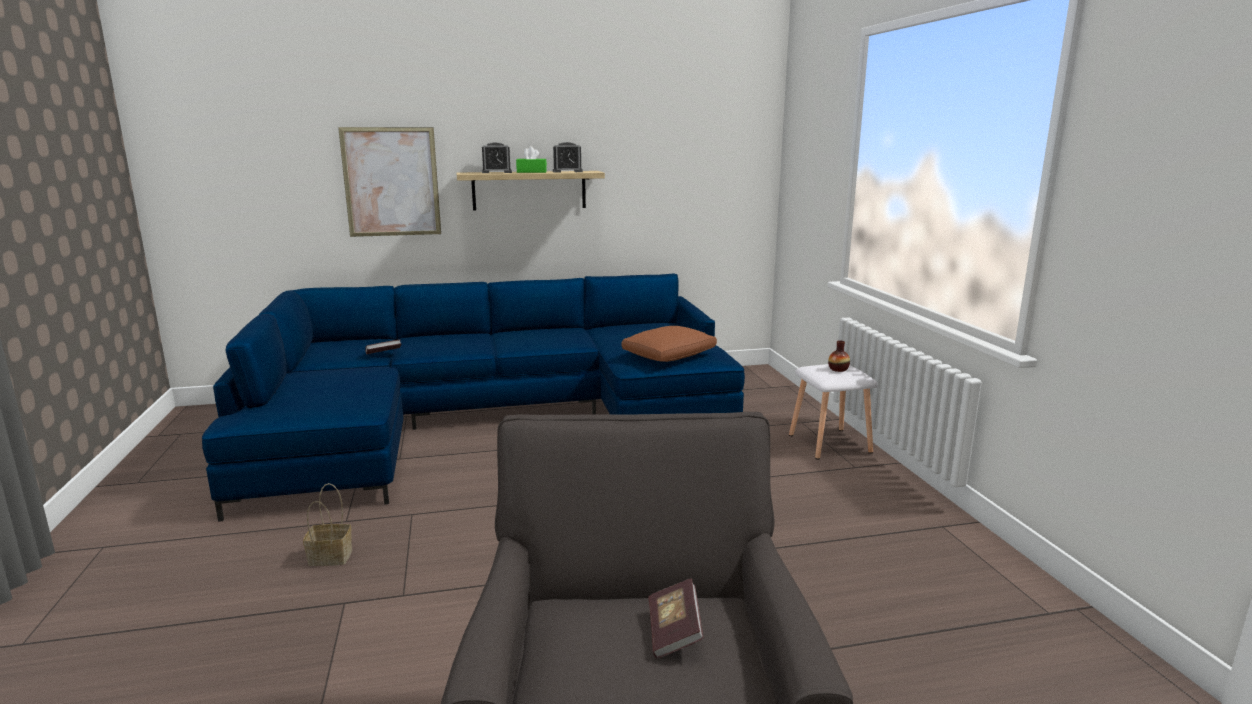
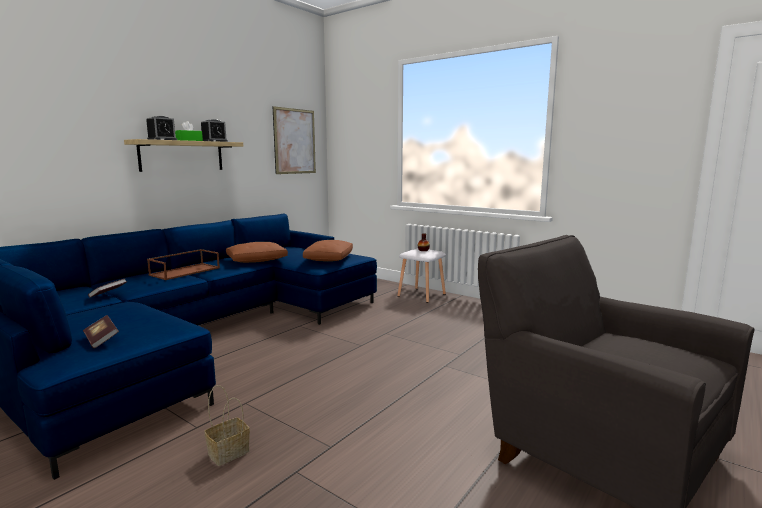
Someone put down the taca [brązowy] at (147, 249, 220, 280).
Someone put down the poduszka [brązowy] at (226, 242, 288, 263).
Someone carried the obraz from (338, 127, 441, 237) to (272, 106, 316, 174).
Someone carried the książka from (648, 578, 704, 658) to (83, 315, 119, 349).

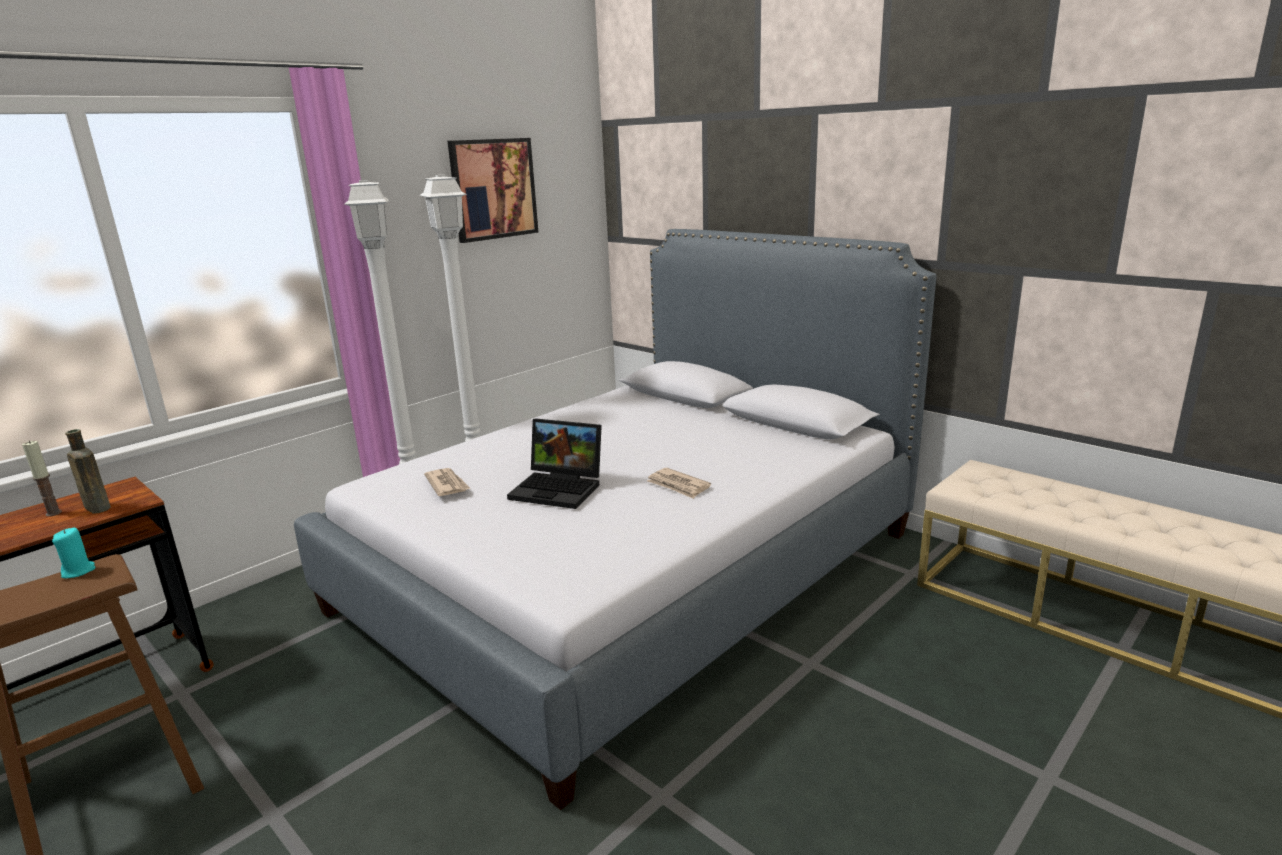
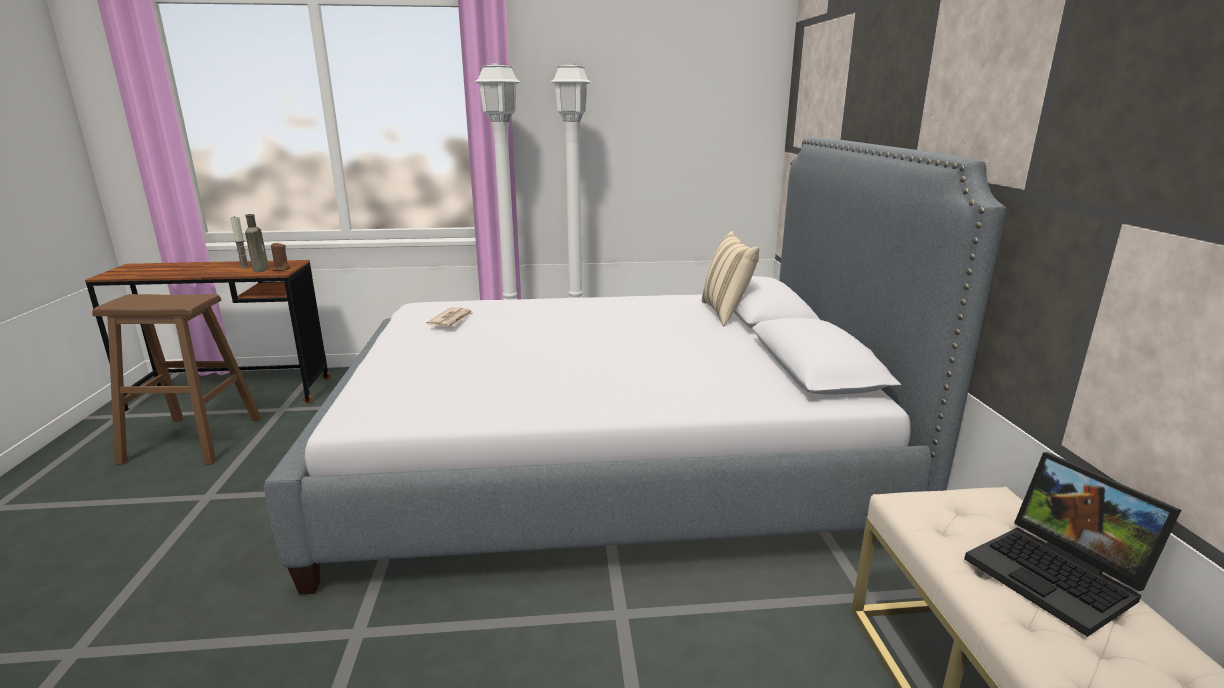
Someone took away the świeca [turkusowy] at (52, 528, 96, 578).
Someone took away the obraz at (447, 138, 538, 243).
Someone took away the gazeta at (647, 468, 711, 499).
Someone put down the świeca [brązowy] at (271, 243, 291, 271).
Someone put down the poduszka [beżowy] at (702, 231, 759, 326).
Someone carried the laptop from (507, 418, 602, 509) to (964, 452, 1181, 637).

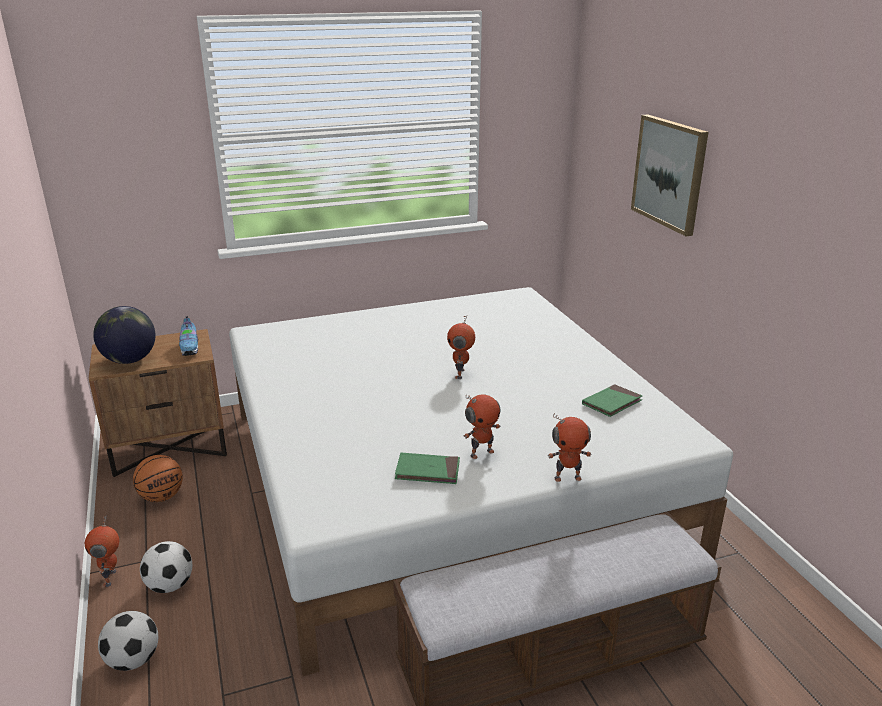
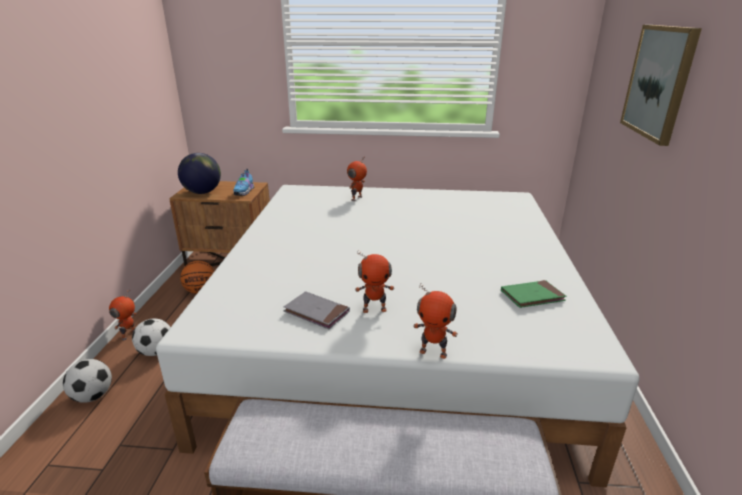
Someone carried the robot zabawkowy from (447, 316, 475, 379) to (347, 156, 367, 201).
Someone repainted the książka [zielony] at (395, 452, 460, 484), which became the książka [szary] at (284, 291, 350, 329).

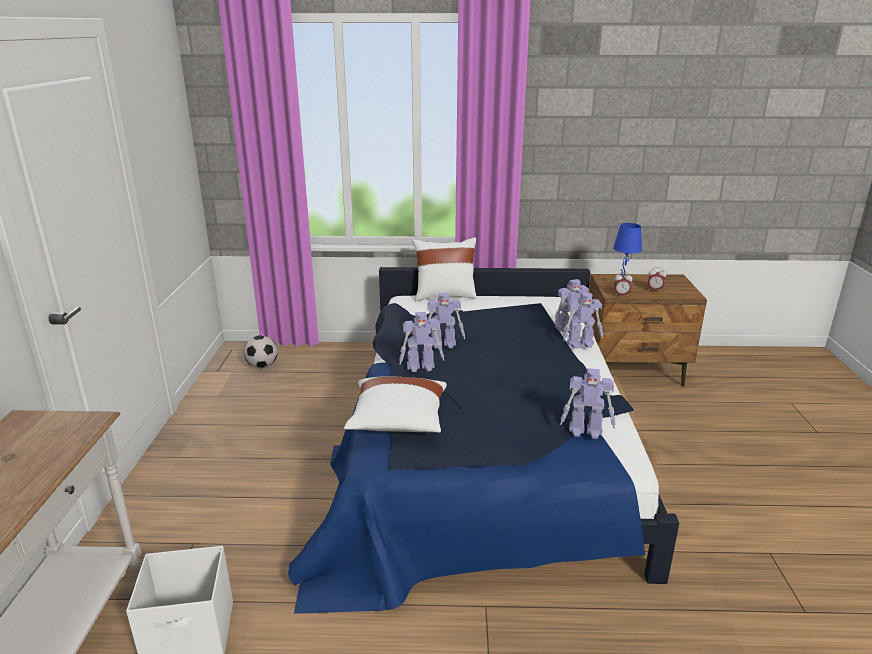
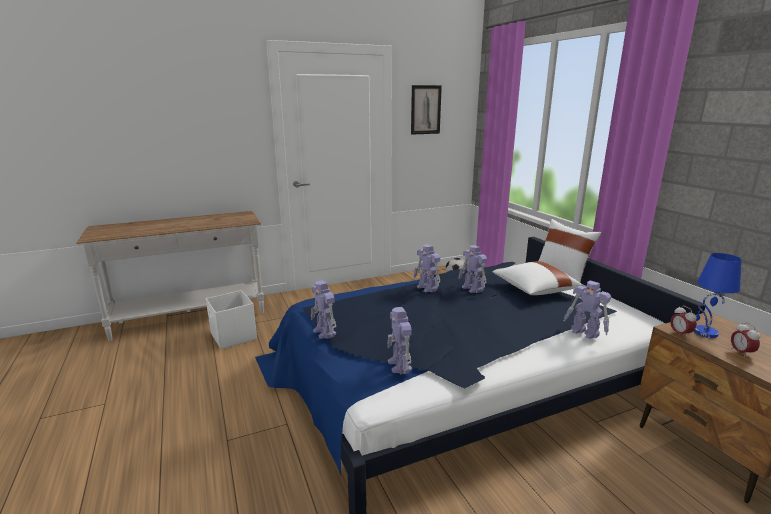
Someone put up the obraz at (411, 85, 442, 135).
Someone carried the poduszka [biały] from (344, 376, 447, 432) to (492, 261, 582, 295).
Someone carried the robot zabawkowy from (563, 293, 603, 349) to (311, 280, 336, 339).

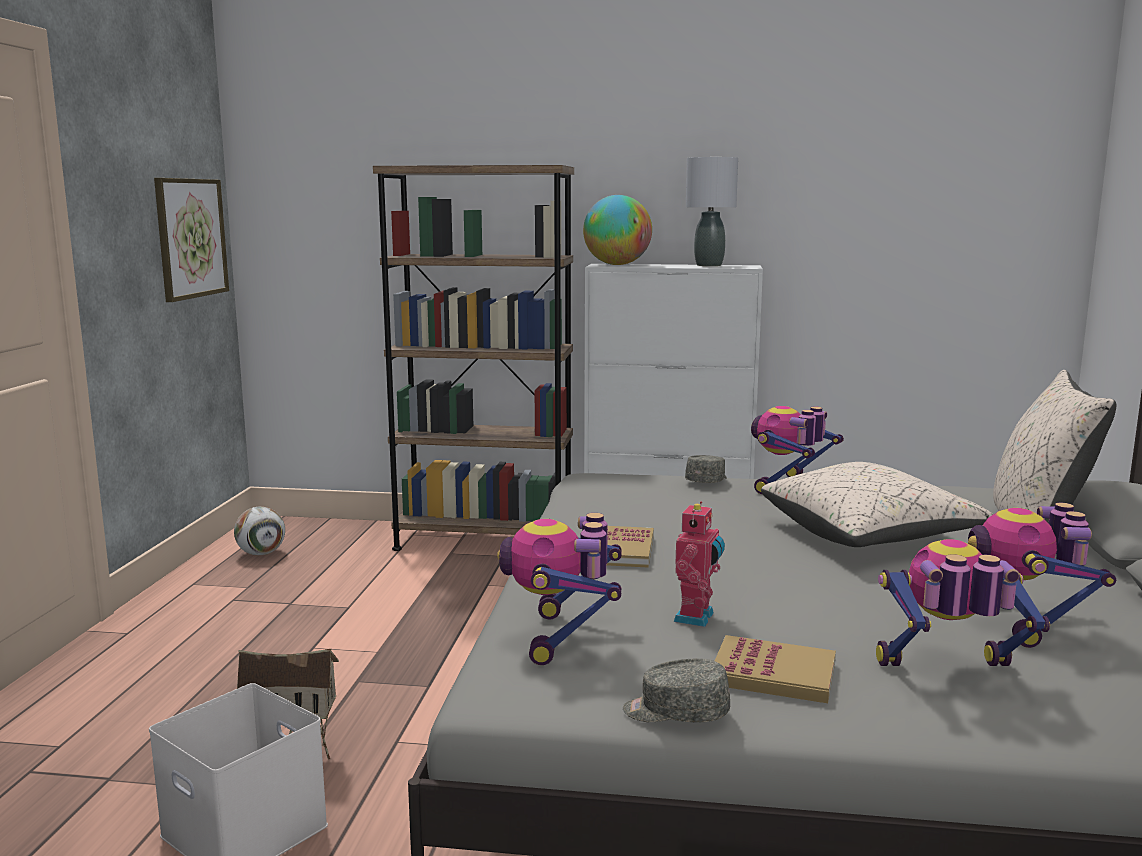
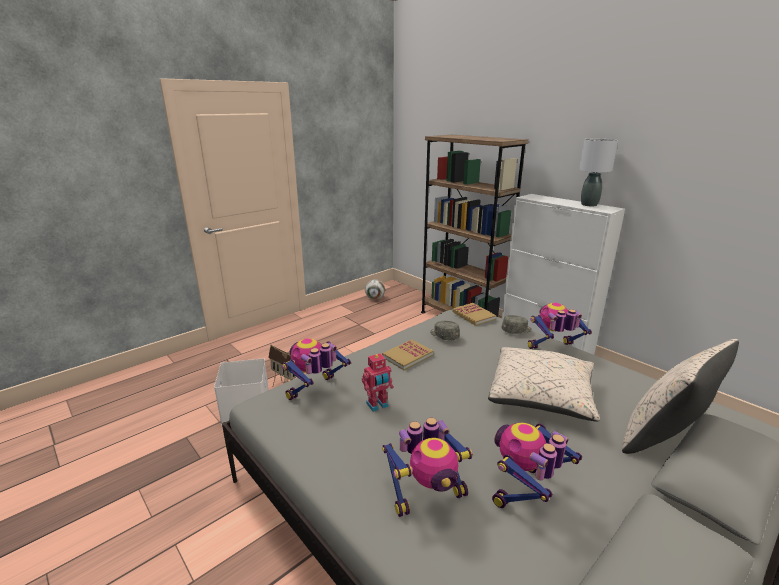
Someone took away the obraz at (154, 178, 229, 302).
Someone took away the globus at (583, 195, 652, 265).
Someone carried the czapka z daszkiem [szary] from (623, 659, 730, 722) to (430, 321, 460, 341).
Someone carried the książka from (715, 635, 836, 703) to (452, 303, 496, 326).
Someone rotated the robot zabawkowy at (876, 539, 1050, 666) by 120 degrees clockwise.

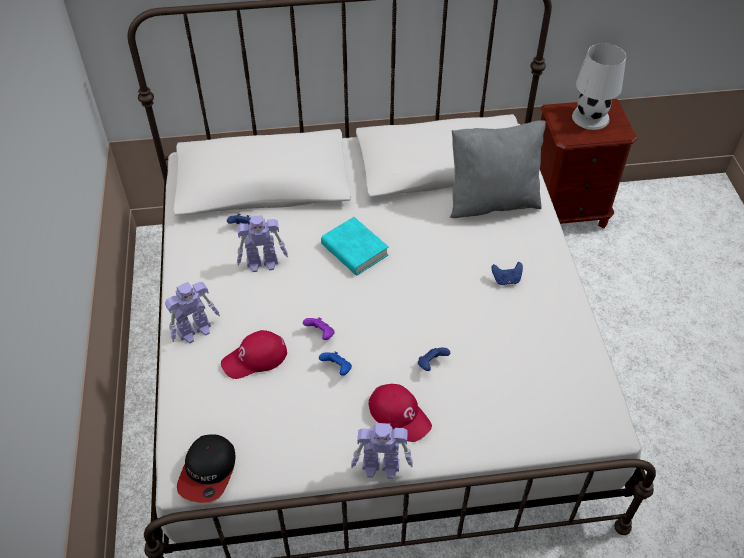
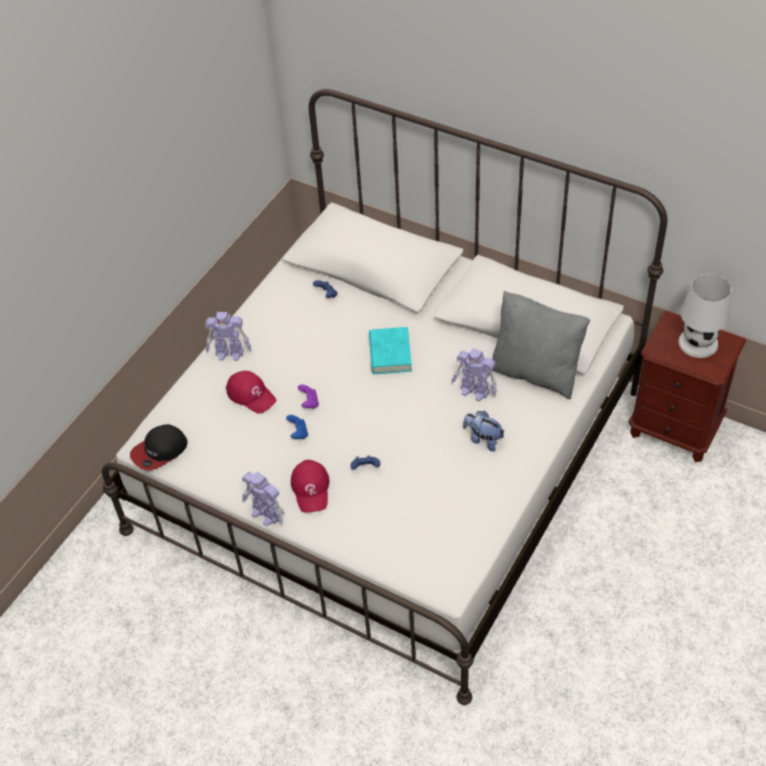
Someone carried the robot zabawkowy from (237, 215, 288, 272) to (452, 348, 497, 401).
Someone swapped the pad do gier [niebieski] at (492, 262, 523, 285) for the pluszak at (463, 411, 505, 451).
Someone rotated the czapka z daszkiem [czerwony] at (221, 330, 287, 379) by 150 degrees counterclockwise.

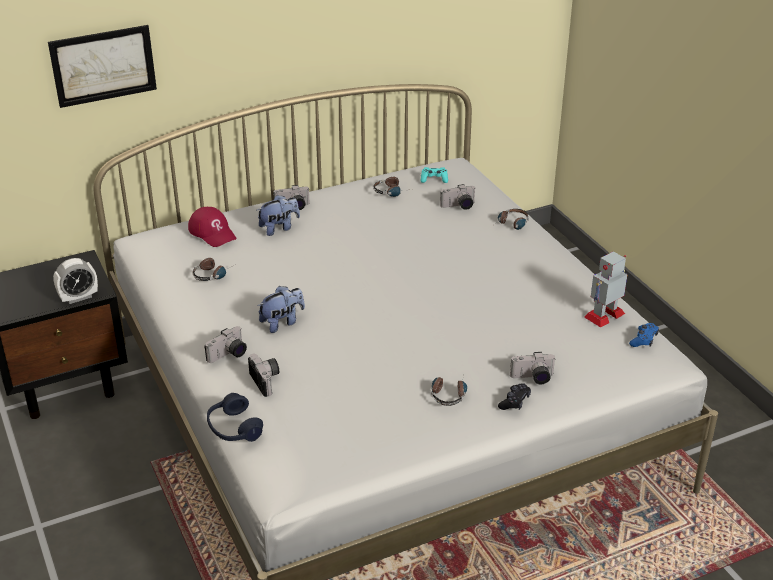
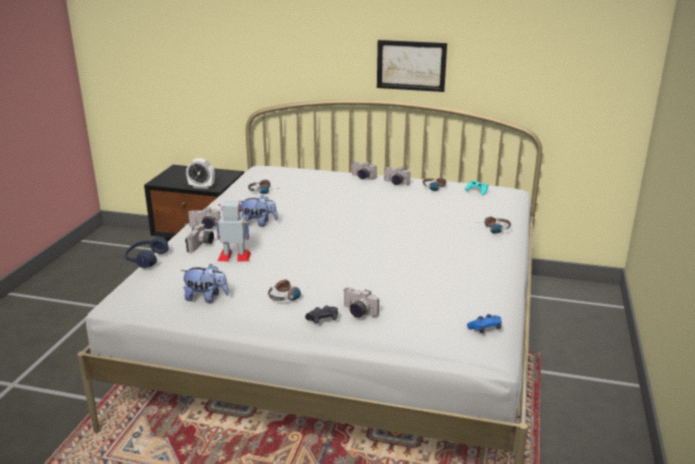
Someone took away the czapka z daszkiem [czerwony] at (188, 207, 236, 247).
Someone carried the obraz from (48, 25, 157, 108) to (377, 40, 447, 92).
Someone carried the pluszak from (257, 195, 300, 236) to (181, 264, 229, 303).
Someone carried the aparat fotograficzny from (440, 184, 475, 210) to (384, 167, 410, 185).
Someone carried the robot zabawkowy from (584, 251, 627, 327) to (215, 201, 251, 262).

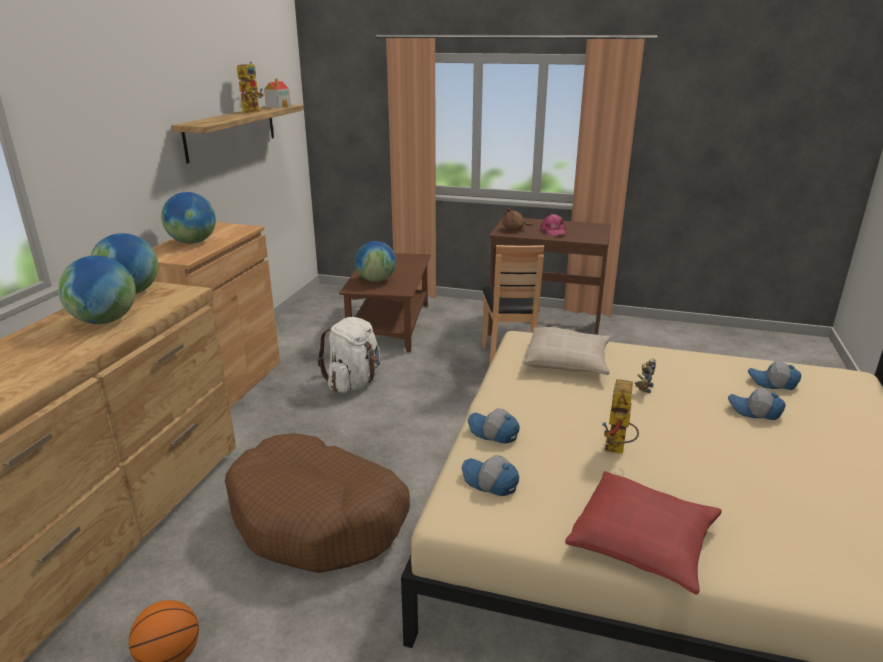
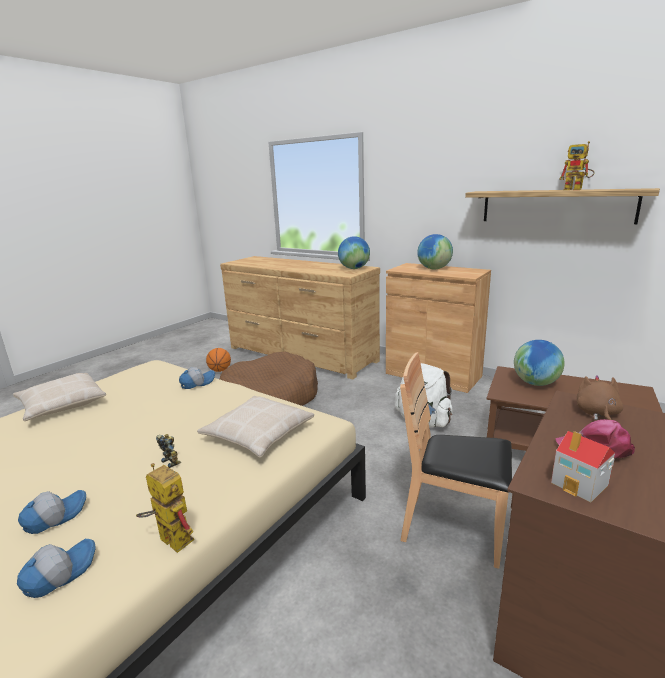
Someone took away the globus at (58, 256, 136, 324).
Someone took away the czapka z daszkiem at (462, 455, 519, 496).
Someone carried the domek from (264, 78, 291, 108) to (551, 431, 615, 503).
Someone carried the robot zabawkowy from (602, 379, 639, 454) to (136, 463, 194, 553).
Someone repainted the poduszka [czerwony] at (565, 471, 722, 595), which became the poduszka [beżowy] at (13, 373, 106, 421).

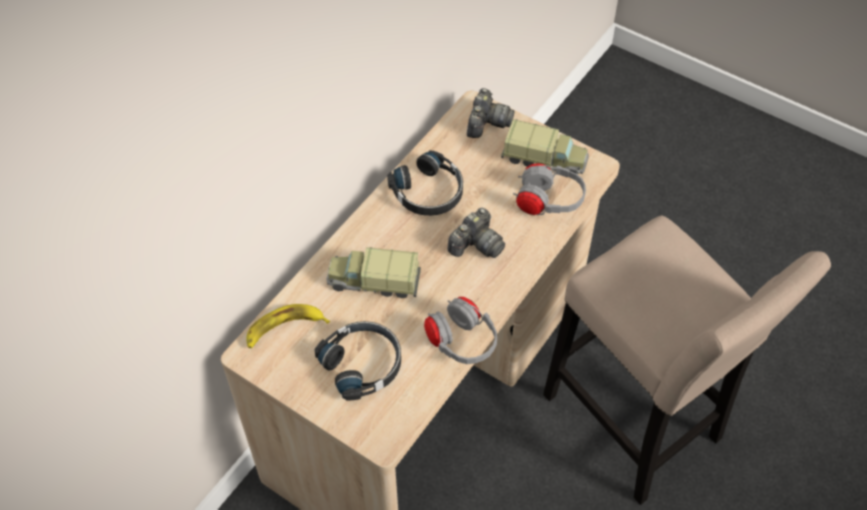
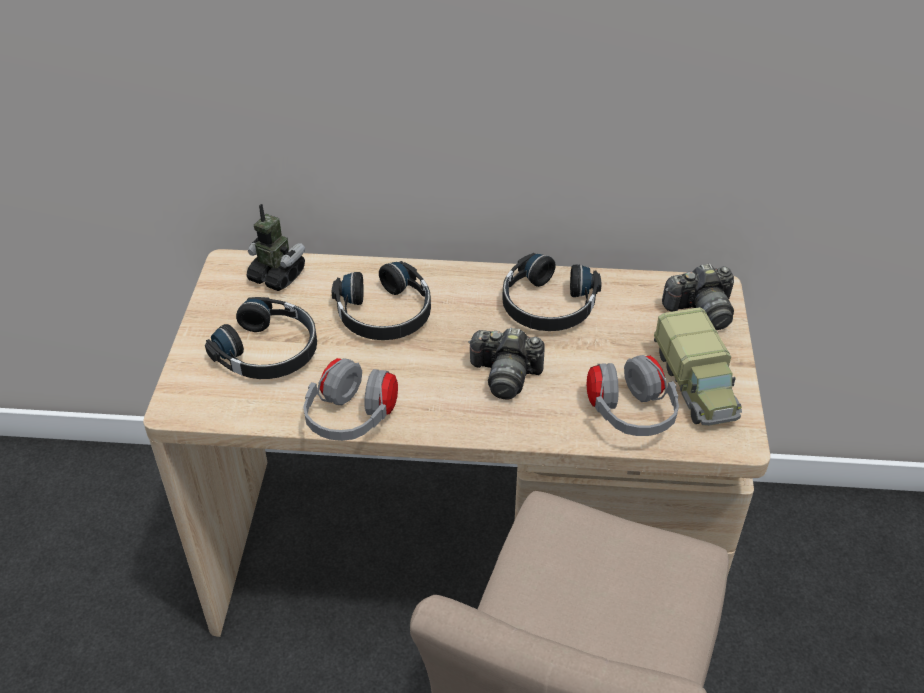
Someone swapped the banan at (246, 304, 330, 348) for the robot zabawkowy at (246, 204, 305, 291).
Someone swapped the ciężarówka zabawkowa at (327, 247, 421, 298) for the słuchawki [czarny] at (331, 261, 431, 340).

